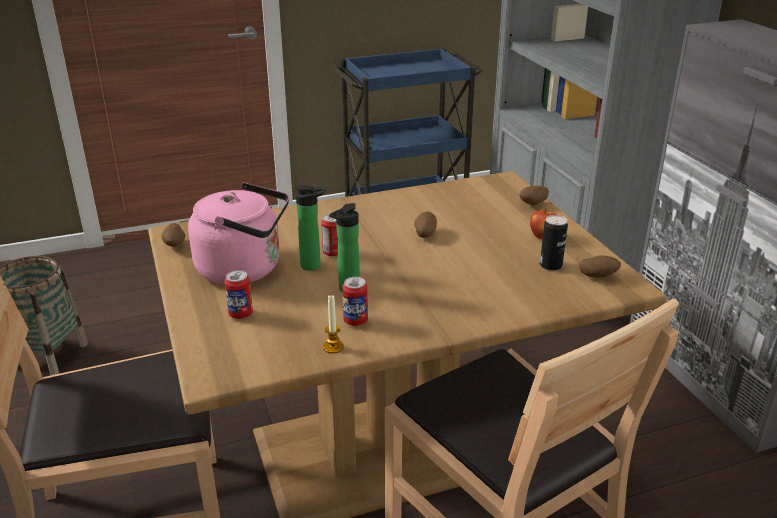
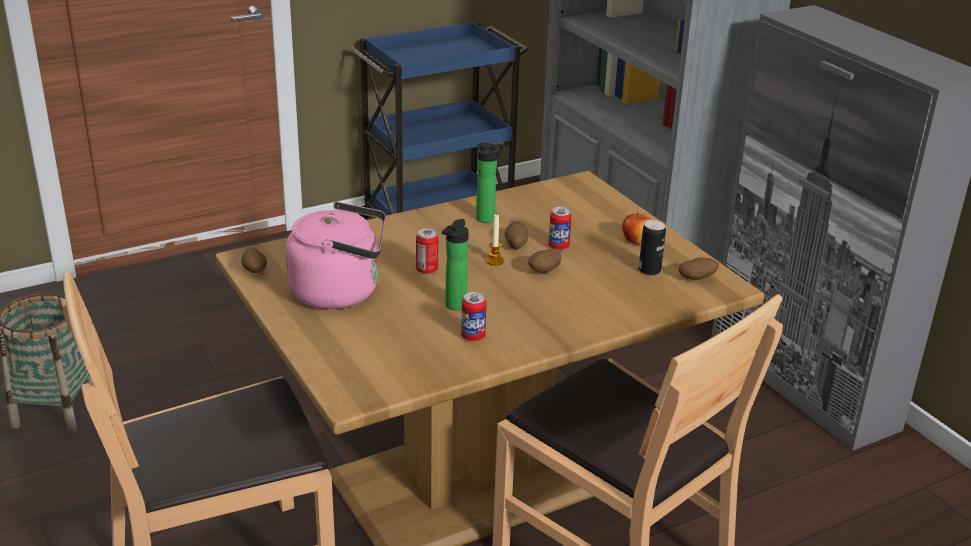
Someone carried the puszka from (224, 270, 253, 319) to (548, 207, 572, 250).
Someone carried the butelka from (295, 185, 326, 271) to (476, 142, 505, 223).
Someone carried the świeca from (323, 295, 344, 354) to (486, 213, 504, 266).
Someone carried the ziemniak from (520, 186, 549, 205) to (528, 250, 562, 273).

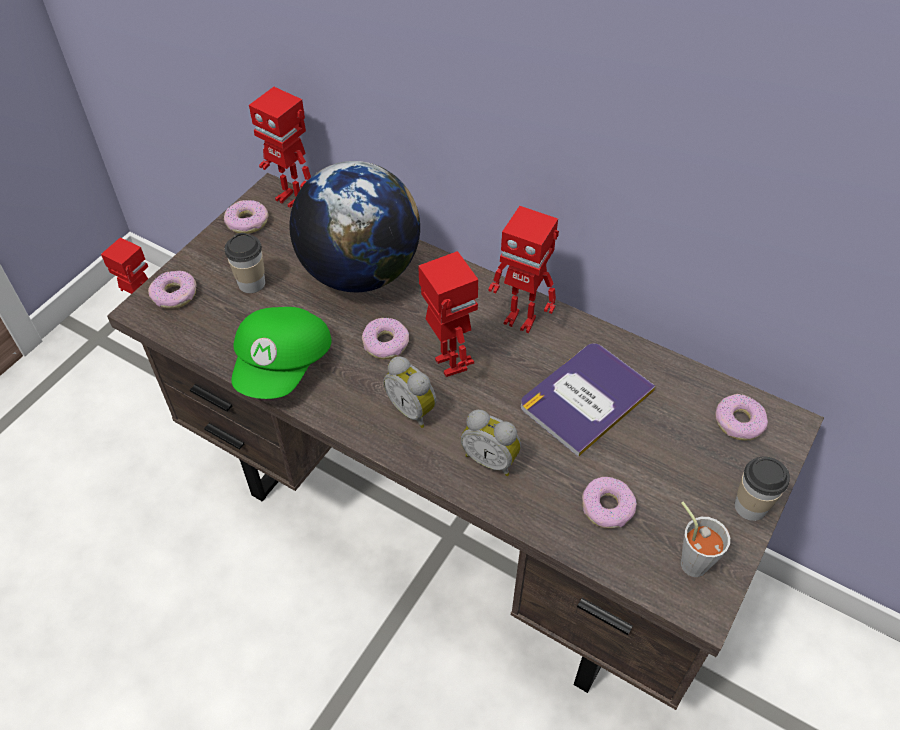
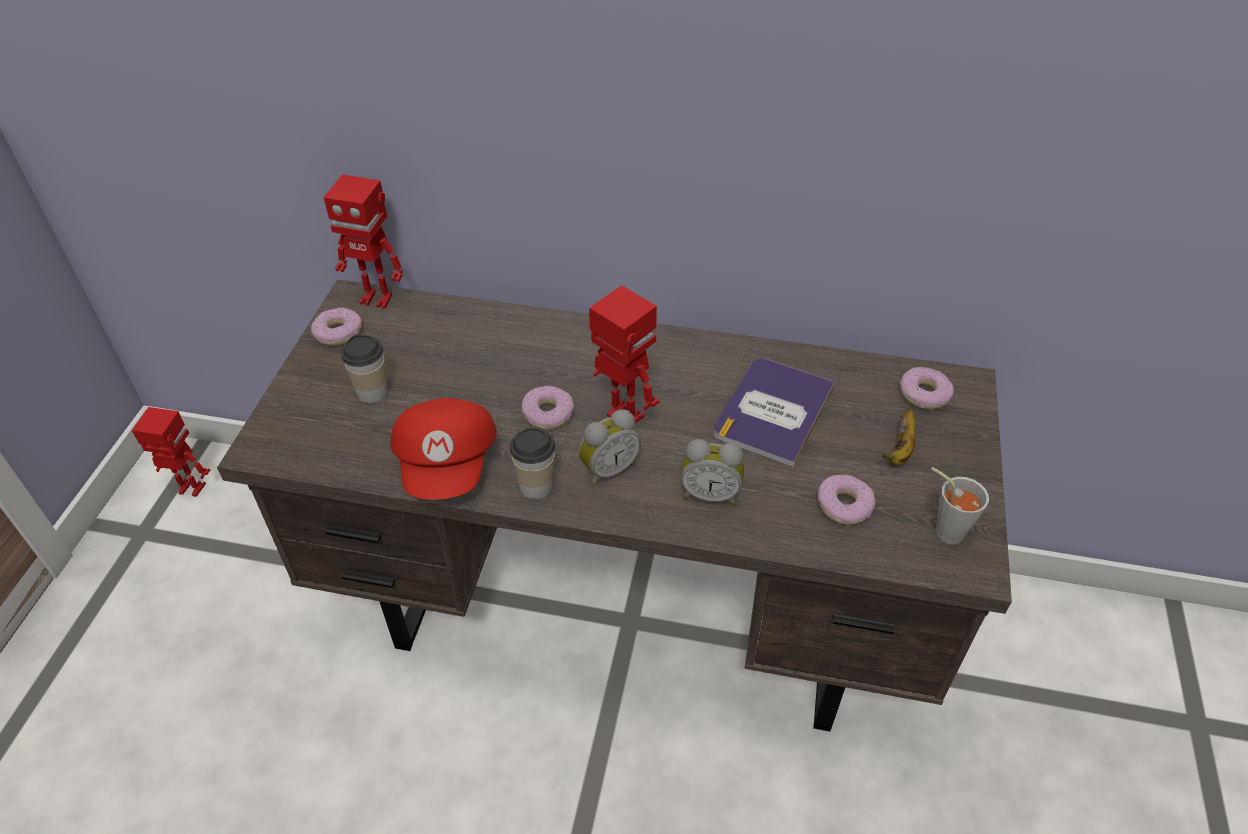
Someone took away the donut at (148, 271, 197, 309).
Someone took away the globus at (290, 161, 420, 293).
Someone took away the robot zabawkowy at (488, 206, 559, 333).
Someone put down the banan at (882, 409, 916, 465).
Someone carried the filiżanka from (735, 457, 790, 521) to (510, 427, 555, 499).
Someone repainted the czapka z daszkiem [zielony] at (231, 307, 331, 399), which became the czapka z daszkiem [czerwony] at (390, 398, 497, 500).
Someone rotated the budzik at (383, 356, 437, 428) by 60 degrees counterclockwise.

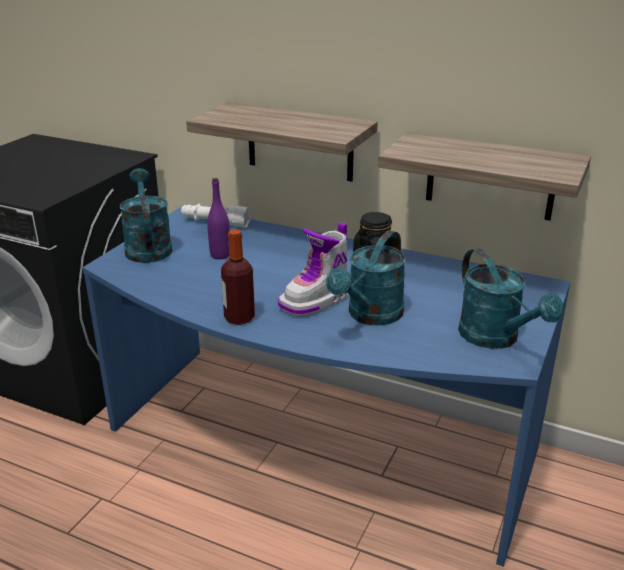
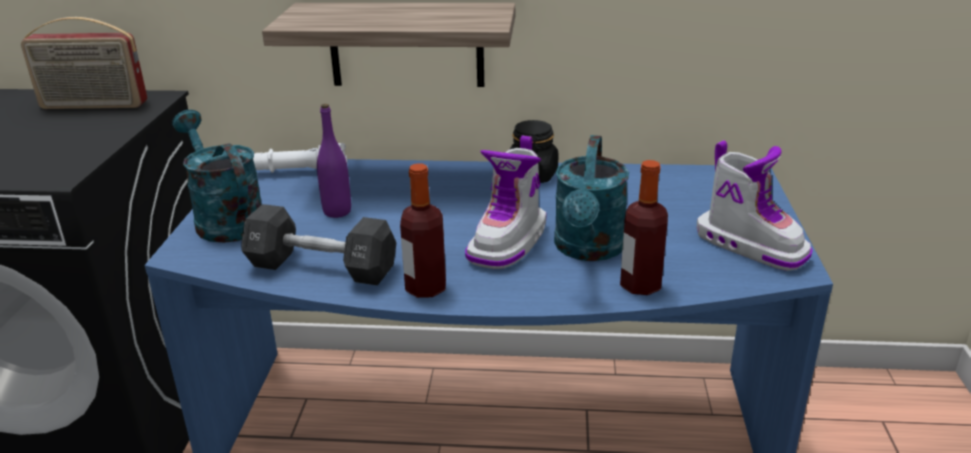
Someone took away the półka at (378, 132, 591, 221).
Someone put down the radio at (21, 17, 147, 109).
Someone put down the hantel [czarny] at (241, 204, 396, 286).
Someone put down the butelka at (620, 160, 668, 295).
Someone swapped the konewka [turkusowy] at (458, 248, 564, 349) for the but z cholewką at (697, 140, 813, 271).

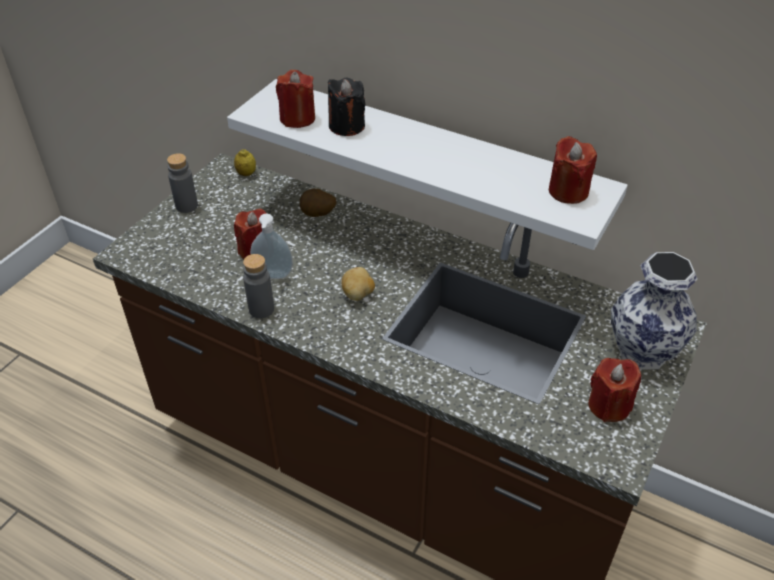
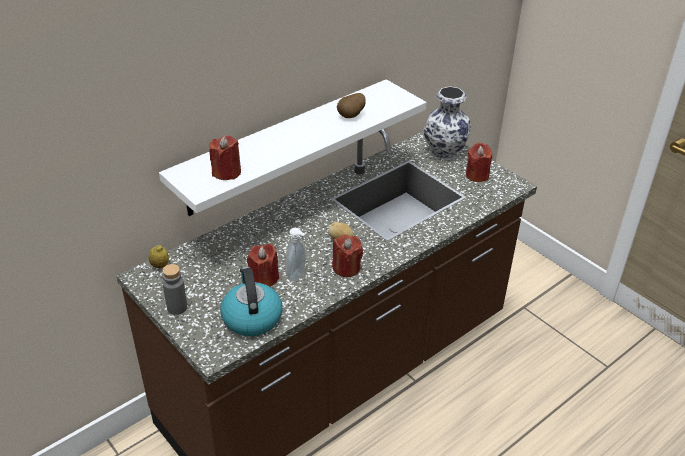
Someone took away the butelka [szary] at (243, 254, 274, 318).
Someone took away the świeca [czarny] at (328, 77, 365, 136).
Someone put down the czajnik at (220, 267, 282, 336).
Someone carried the ziemniak from (300, 188, 336, 217) to (337, 93, 365, 118).
Someone carried the świeca [czerwony] from (549, 136, 597, 204) to (332, 234, 363, 277).

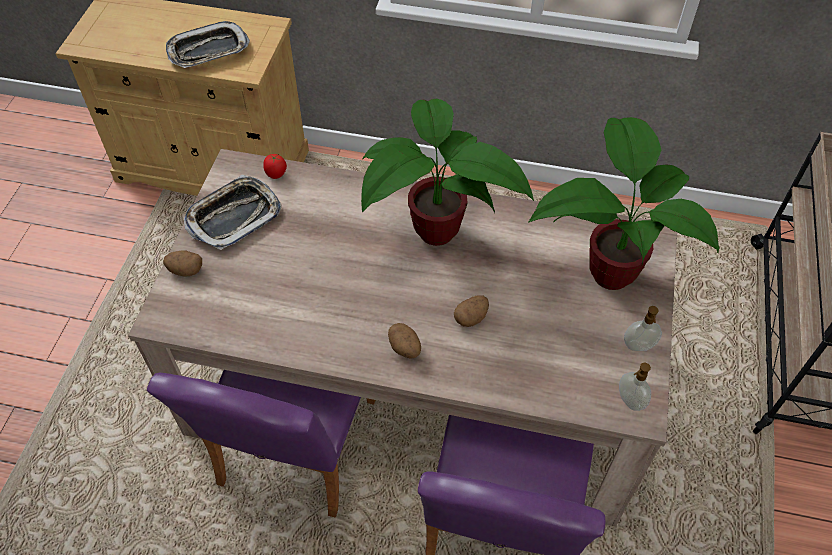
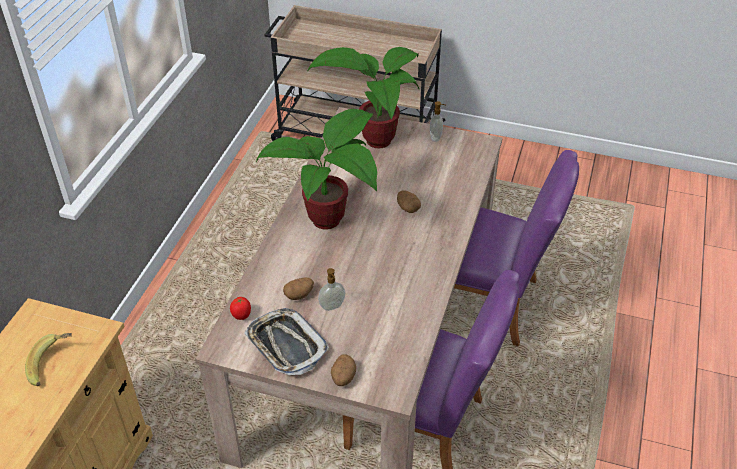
Someone carried the ziemniak from (388, 323, 421, 359) to (283, 277, 314, 300).
Someone carried the dozownik mydła from (619, 363, 651, 411) to (318, 268, 345, 311).
Someone swapped the taca at (166, 21, 250, 68) for the banan at (25, 333, 72, 386).

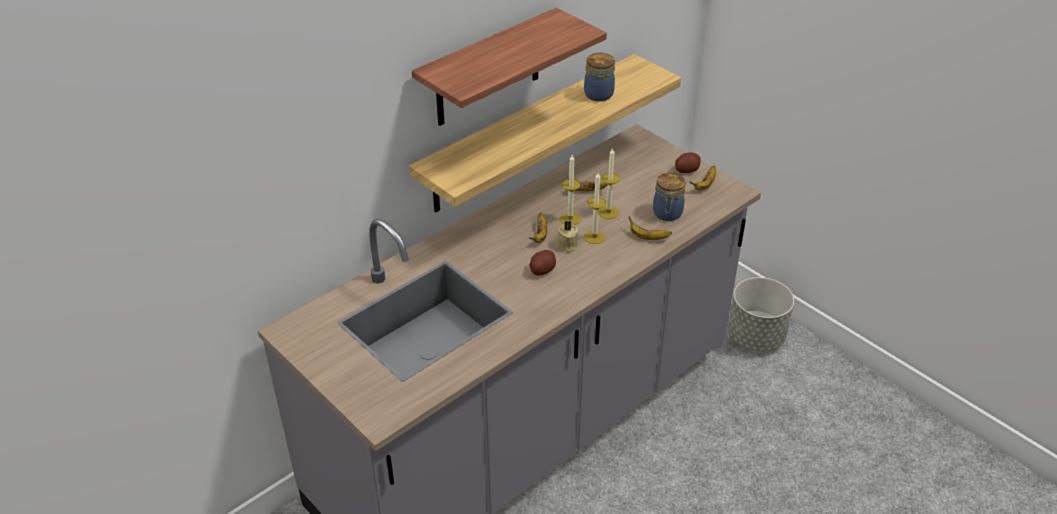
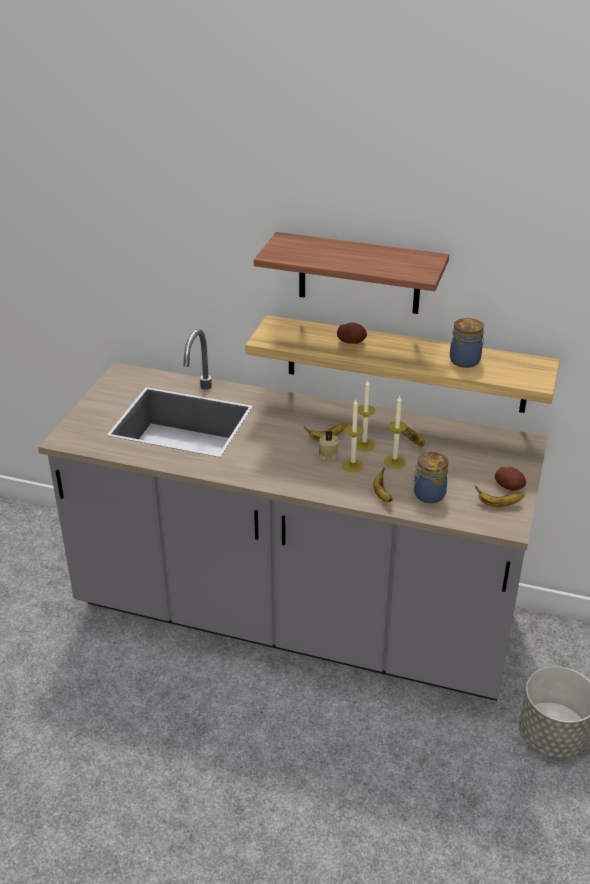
Someone carried the ziemniak from (530, 250, 556, 275) to (337, 323, 367, 344).

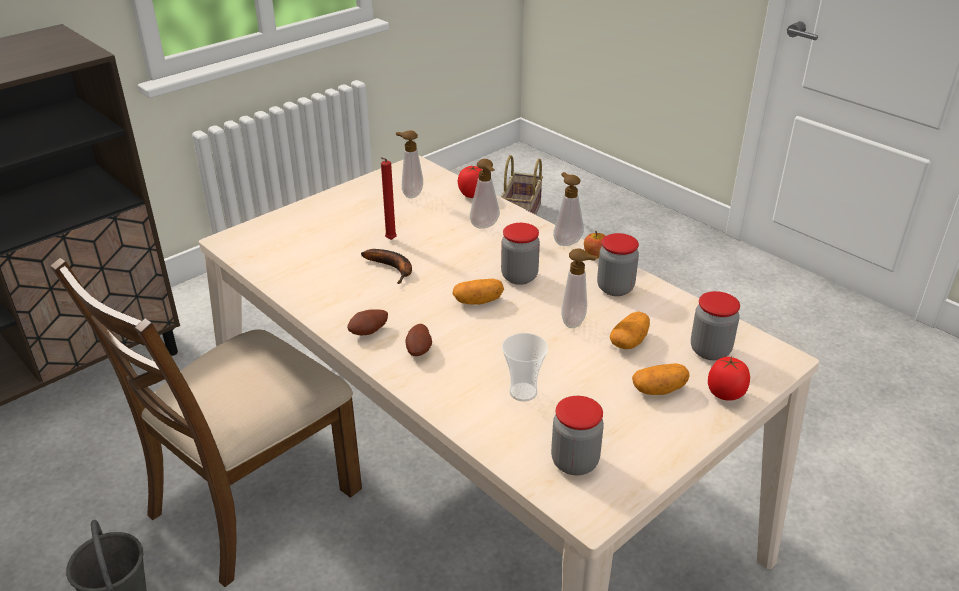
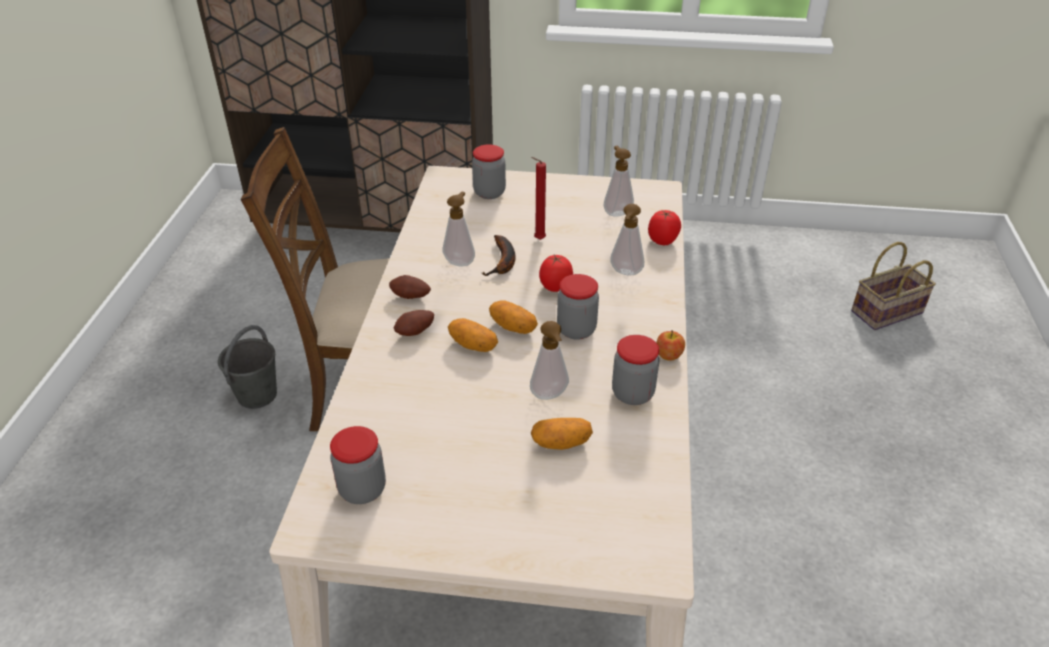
Someone took away the filiżanka at (502, 333, 548, 401).
Someone carried the dozownik mydła from (553, 172, 584, 246) to (443, 191, 475, 266).
Someone carried the ziemniak from (632, 363, 690, 395) to (448, 318, 498, 352).
Someone carried the słoik from (691, 291, 740, 360) to (472, 144, 506, 199).
Someone carried the pomidor from (708, 356, 750, 401) to (539, 255, 573, 292).

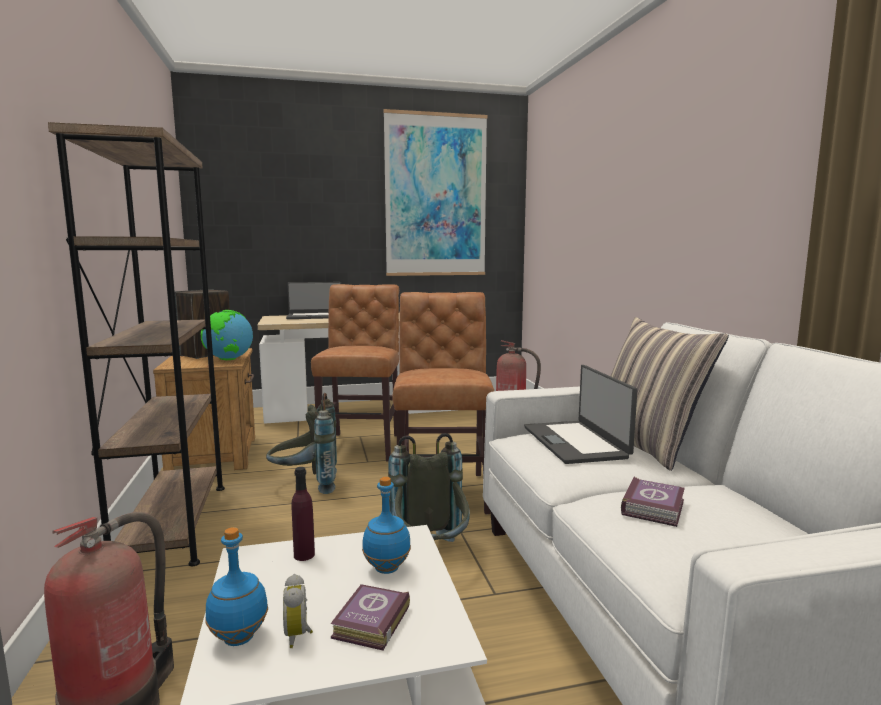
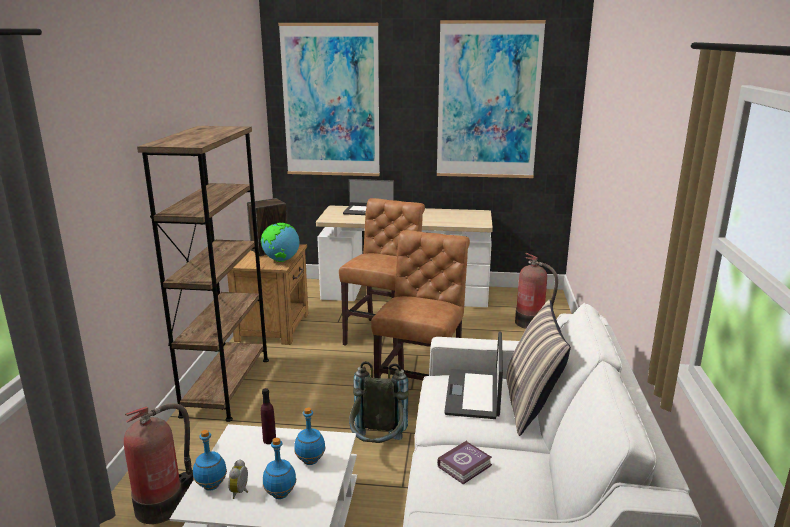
Someone took away the plecak [szary] at (266, 393, 337, 494).
Someone put up the obraz at (278, 23, 380, 176).
Someone swapped the książka at (330, 584, 410, 651) for the butelka [niebieski] at (263, 438, 296, 499).

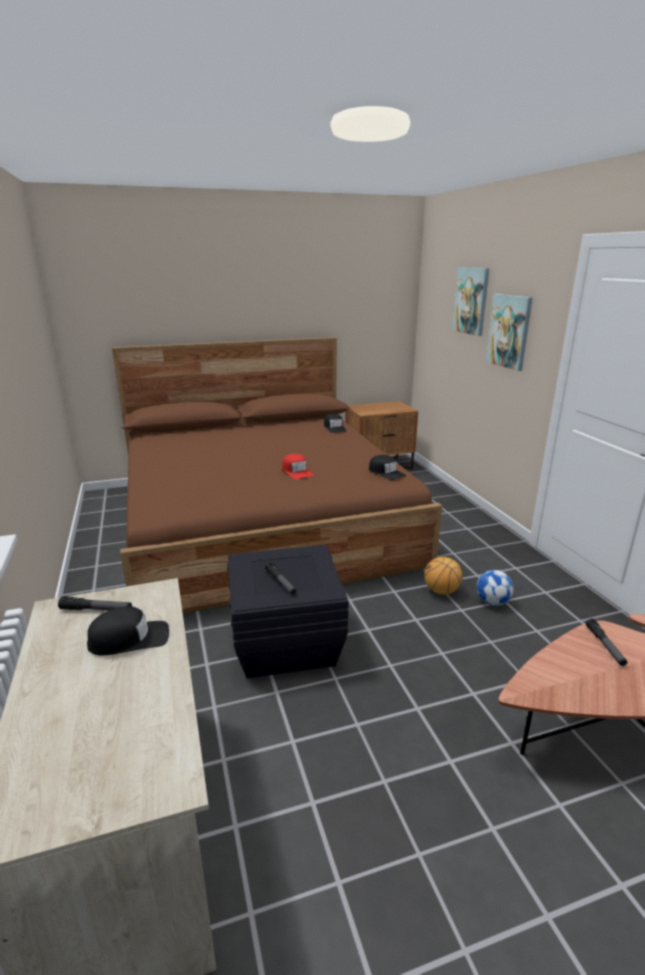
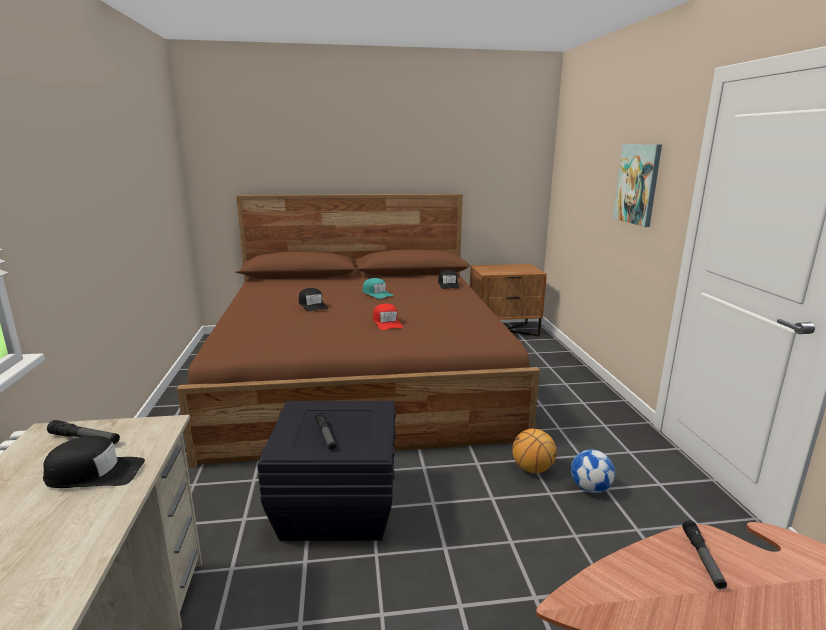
Someone took away the obraz at (452, 267, 490, 336).
Someone put down the czapka z daszkiem [turkusowy] at (362, 278, 394, 299).
Someone carried the czapka z daszkiem [czarny] from (369, 455, 406, 480) to (299, 288, 328, 312).

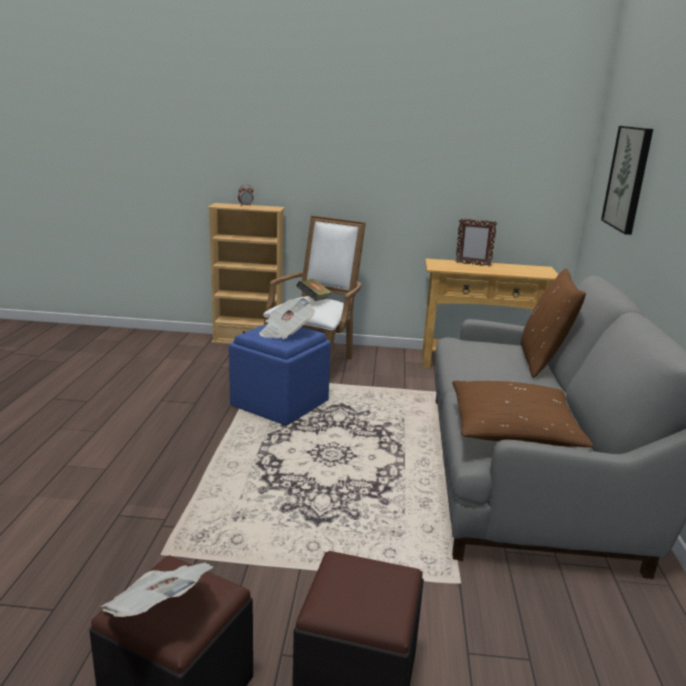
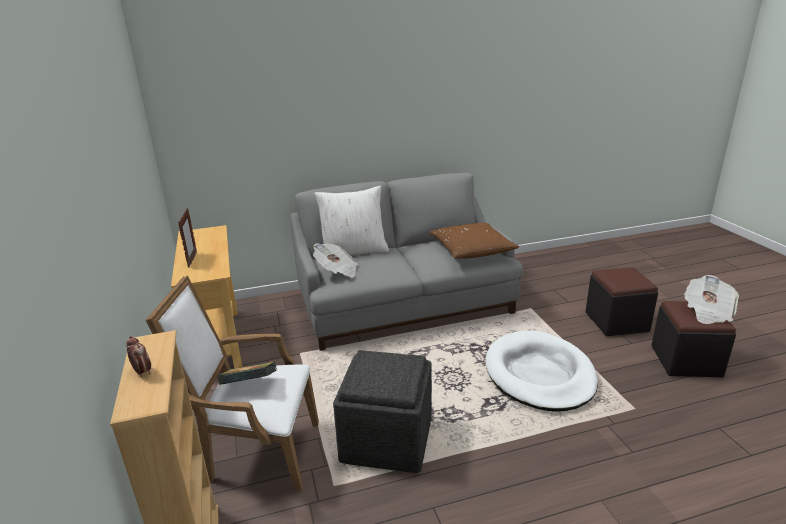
Someone took away the obraz at (601, 126, 653, 235).
Someone put down the legowisko [biały] at (485, 331, 598, 412).
Someone carried the gazeta from (259, 298, 315, 339) to (313, 243, 358, 277).
Someone repainted the pufa [niebieski] at (229, 324, 331, 425), which became the pufa [szary] at (333, 350, 432, 473).
Someone repainted the poduszka [brązowy] at (521, 268, 586, 378), which became the poduszka [biały] at (314, 186, 389, 256).

